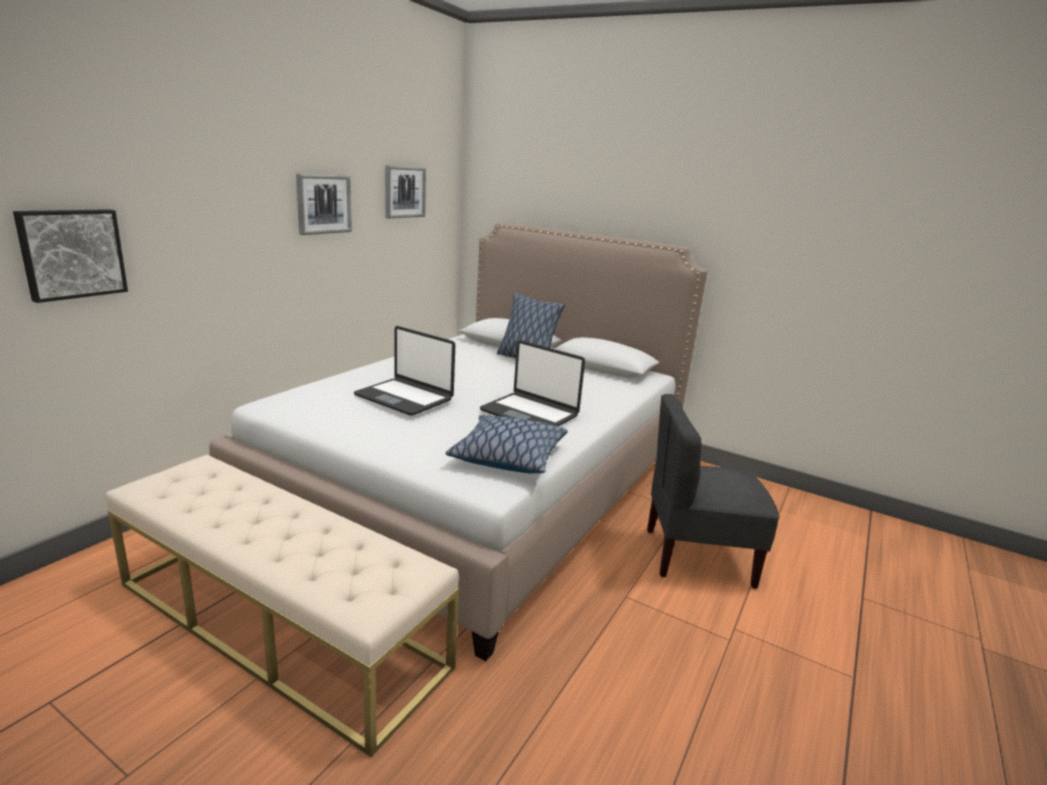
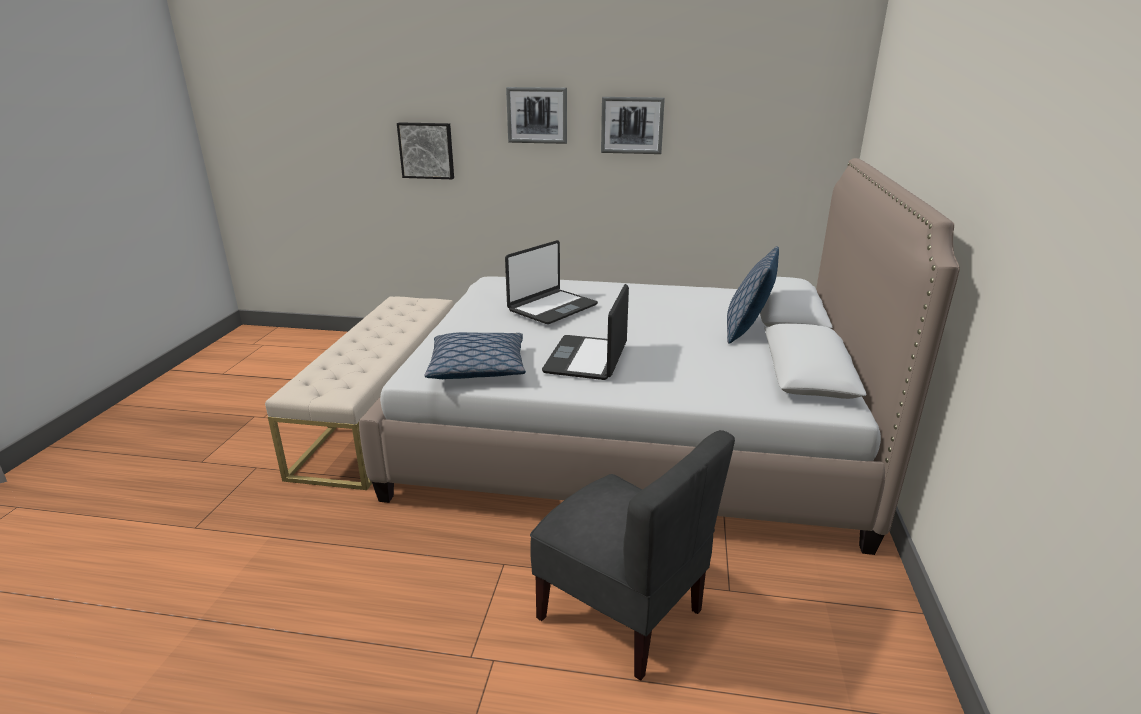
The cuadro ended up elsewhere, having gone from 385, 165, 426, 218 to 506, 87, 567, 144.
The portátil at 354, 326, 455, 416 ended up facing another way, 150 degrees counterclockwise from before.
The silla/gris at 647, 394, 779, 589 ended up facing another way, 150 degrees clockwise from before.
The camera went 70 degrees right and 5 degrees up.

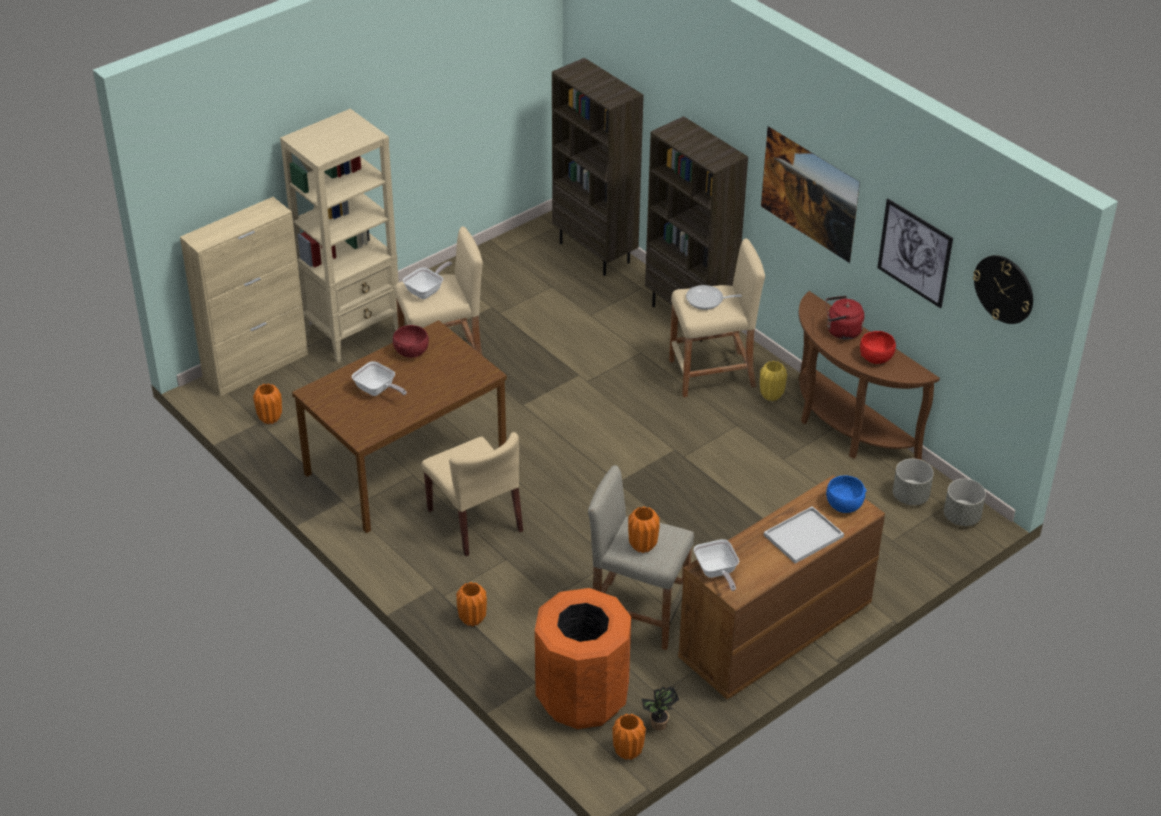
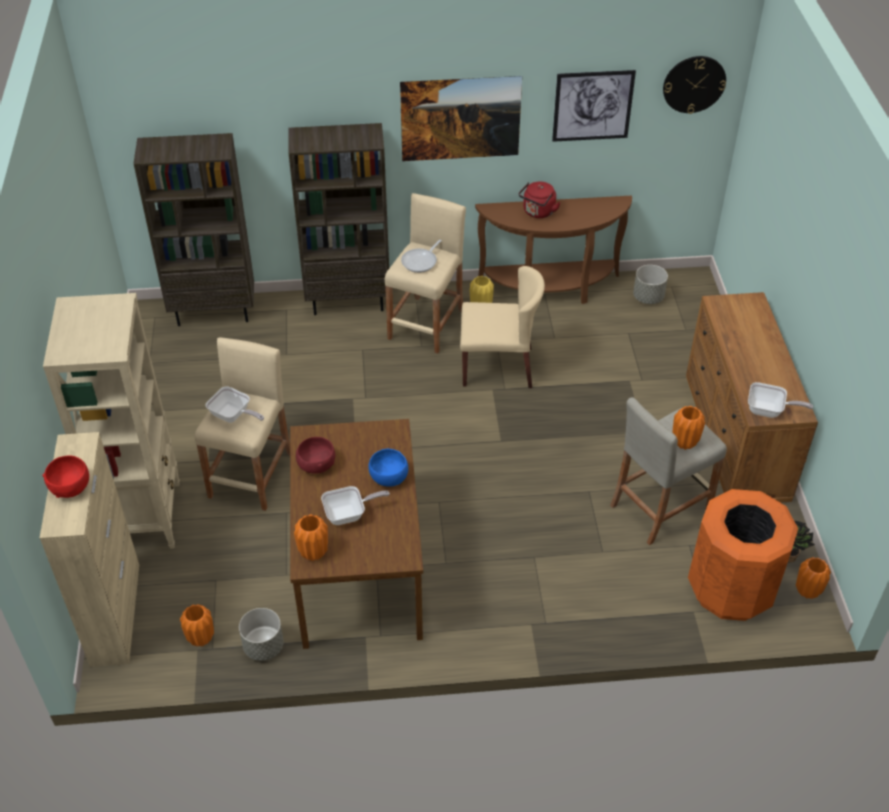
The second view lost the bandeja/blanco at 764, 506, 844, 564.
The silla/beis ended up elsewhere, having gone from 422, 432, 523, 556 to 460, 266, 545, 388.
The florero/naranja ended up elsewhere, having gone from 456, 582, 487, 626 to 294, 514, 328, 561.
The cuenco/azul ended up elsewhere, having gone from 826, 475, 867, 513 to 368, 449, 408, 487.
The cuenco/rojo ended up elsewhere, having gone from 860, 331, 896, 364 to 43, 455, 89, 498.
The maceta/gris ended up elsewhere, having gone from 944, 479, 986, 526 to 239, 608, 284, 661.
The sartén at 403, 261, 452, 299 ended up facing another way, 135 degrees clockwise from before.
The camera went 55 degrees left and 5 degrees up.

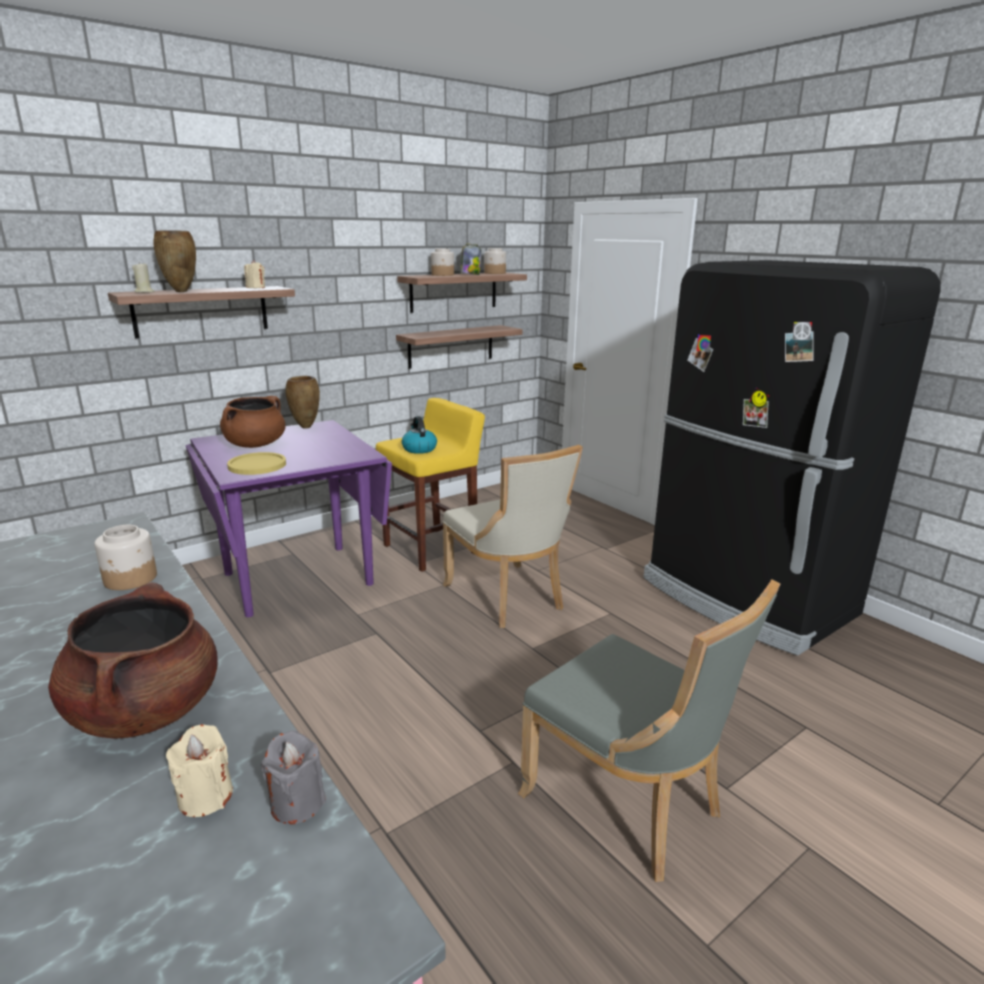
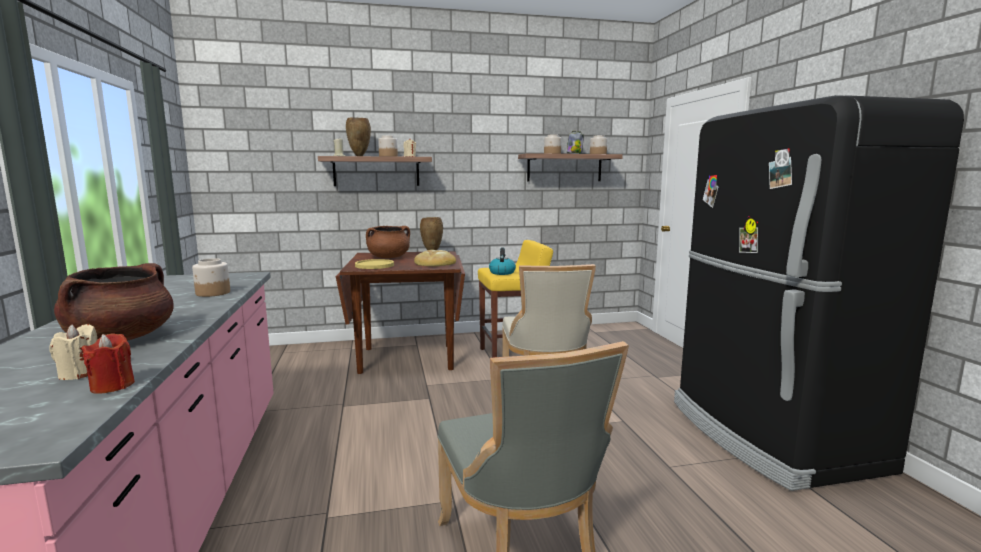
The second view lost the estante at 396, 325, 523, 369.
The second view gained the tarro at 378, 135, 398, 157.
The second view gained the pan at 414, 250, 456, 266.
What was the mesa de comedor/morado at 185, 420, 392, 617 turned into the mesa de comedor/marrón at 336, 251, 465, 374.
What was the vela/gris at 261, 730, 326, 824 turned into the vela/rojo at 82, 333, 135, 394.
The camera went 25 degrees right and 10 degrees down.

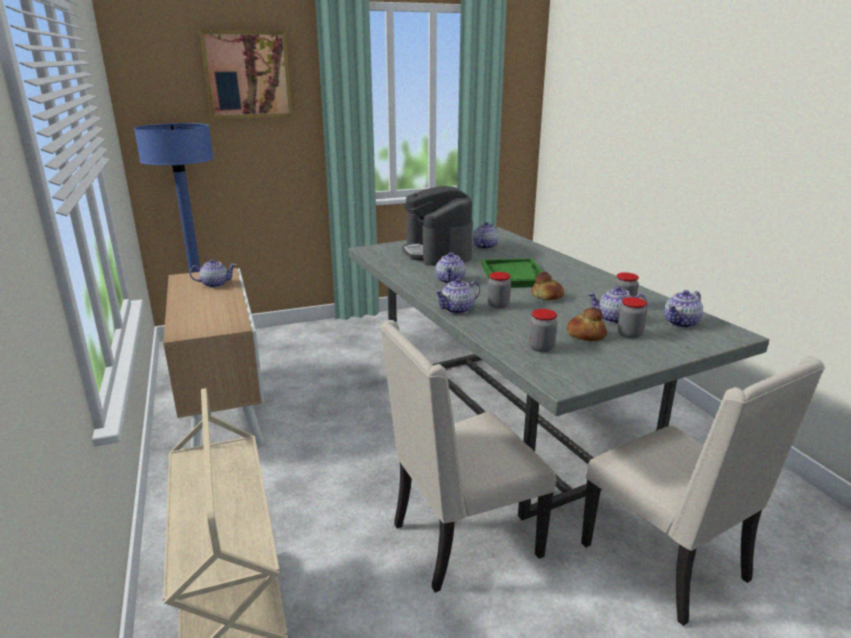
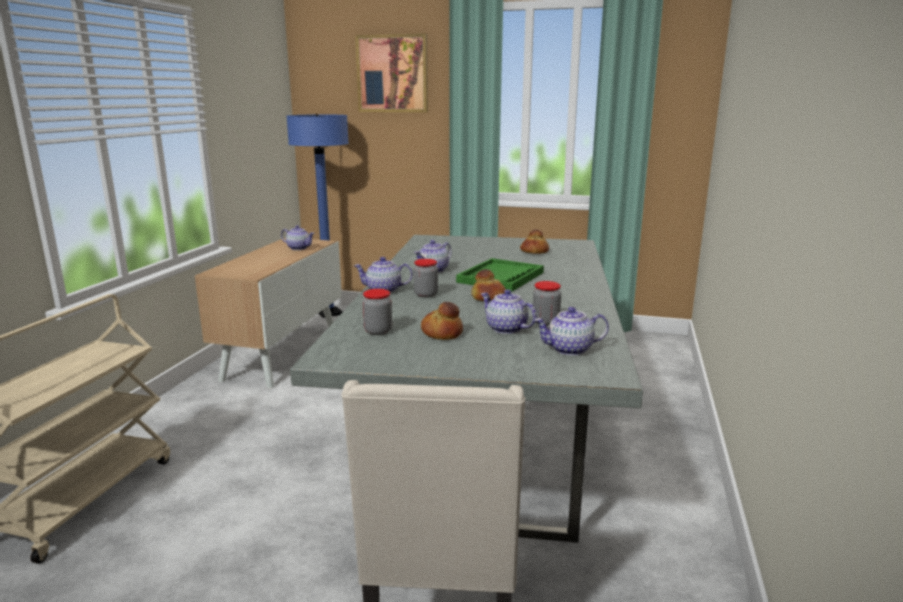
The second view lost the silla/beis at 380, 320, 556, 593.
The second view lost the cafetera at 402, 186, 473, 266.
The second view lost the tarro at 618, 297, 647, 339.
Where the tetera stood at 473, 222, 498, 249, the pan came to stand at 520, 229, 549, 254.
The camera went 35 degrees right and 5 degrees down.

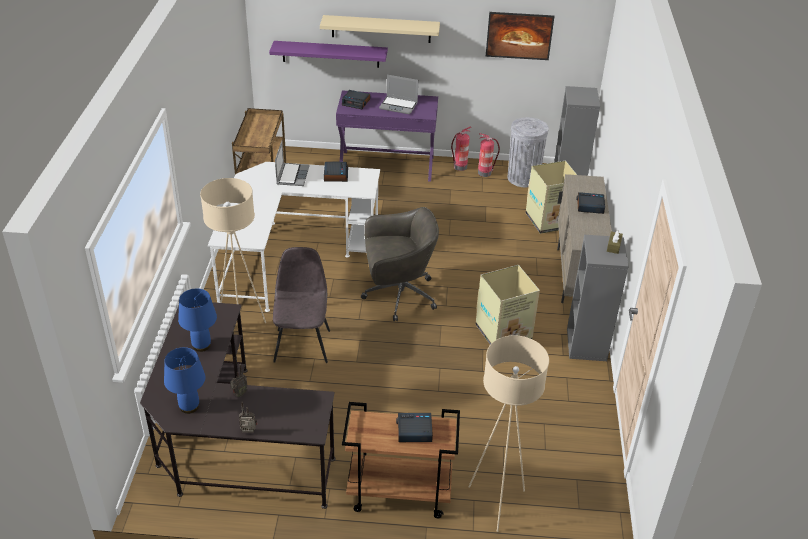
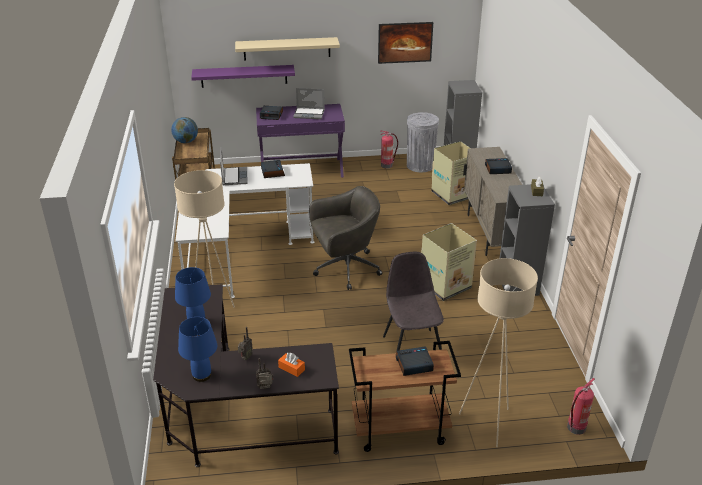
The second view gained the globo terráqueo at 171, 117, 198, 143.
The second view gained the caja de pañuelos/naranja at 278, 353, 305, 377.
The silla/gris ended up elsewhere, having gone from 273, 247, 330, 363 to 383, 252, 444, 351.
The extintor ended up elsewhere, having gone from 451, 127, 471, 171 to 567, 378, 595, 435.
The camera went 10 degrees left and 5 degrees down.

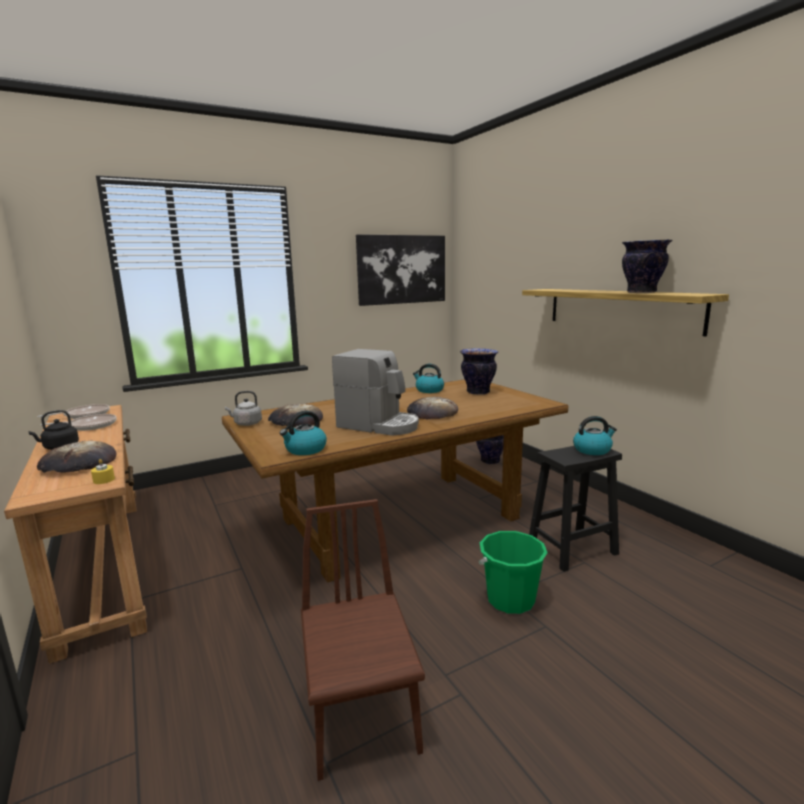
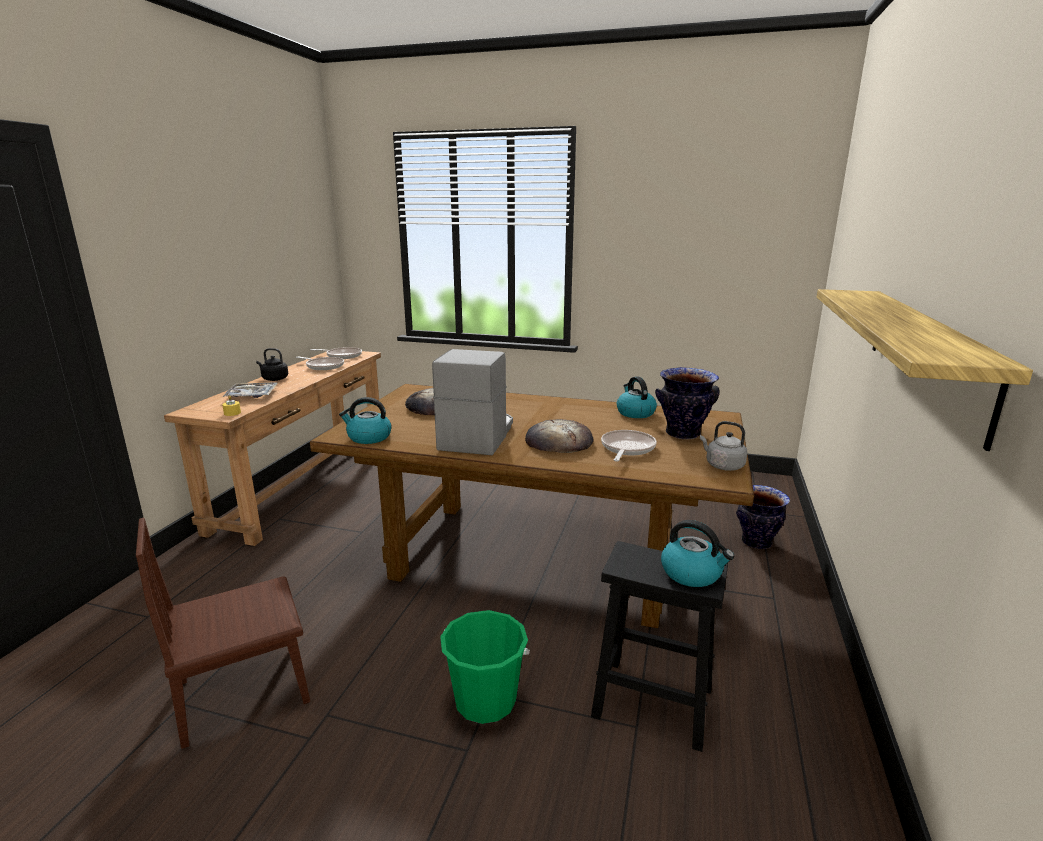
The second view lost the cuadro at 356, 234, 445, 306.
The second view lost the florero at 622, 240, 673, 293.
The second view gained the sartén at 601, 430, 657, 461.
The hervidor/gris ended up elsewhere, having gone from 225, 391, 262, 426 to 700, 421, 747, 471.
Where the pan stood at 37, 440, 116, 473, the bandeja came to stand at 223, 382, 278, 398.
The silla/marrón at 301, 499, 425, 781 ended up facing another way, 150 degrees counterclockwise from before.
The cafetera at 332, 349, 419, 436 ended up facing another way, 150 degrees counterclockwise from before.
The camera went 45 degrees right and 5 degrees up.

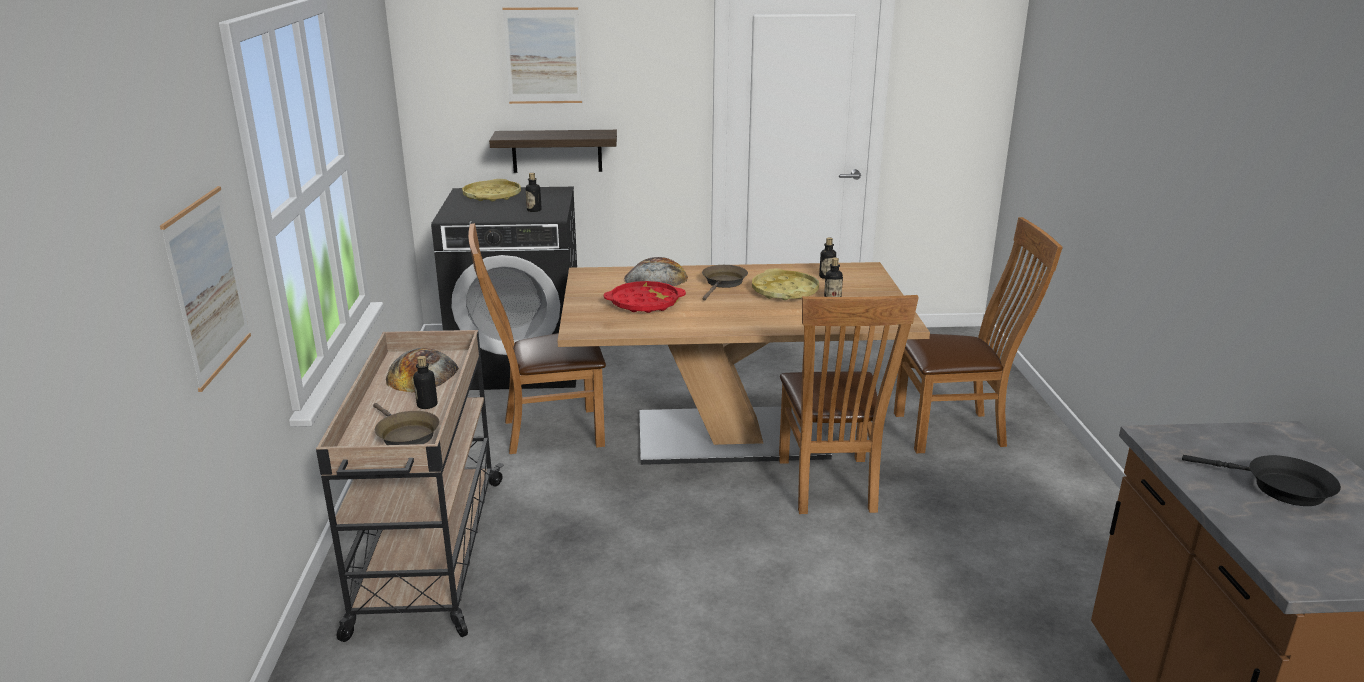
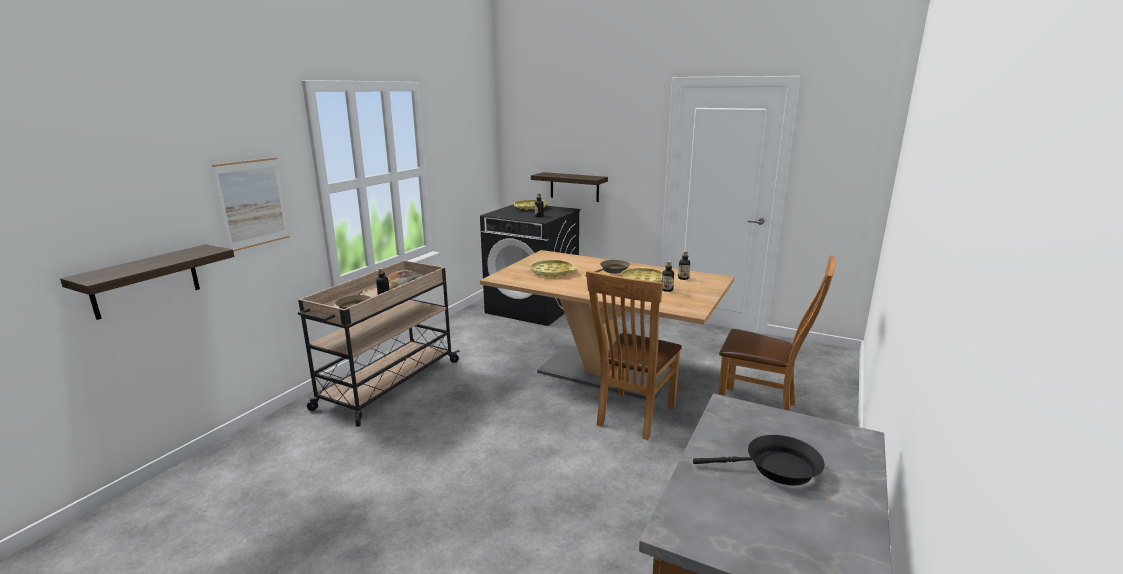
The second view lost the silla/marrón at 468, 223, 606, 454.
The second view lost the cuadro at 502, 7, 582, 104.
The second view lost the pan at 624, 257, 688, 286.
The second view gained the estante at 60, 244, 234, 320.
What was the bandeja/rojo at 604, 281, 686, 313 turned into the bandeja/amarillo at 528, 260, 577, 277.
The sartén/negro at 1182, 455, 1341, 506 ended up facing another way, 60 degrees counterclockwise from before.
The camera went 30 degrees right and 5 degrees down.

